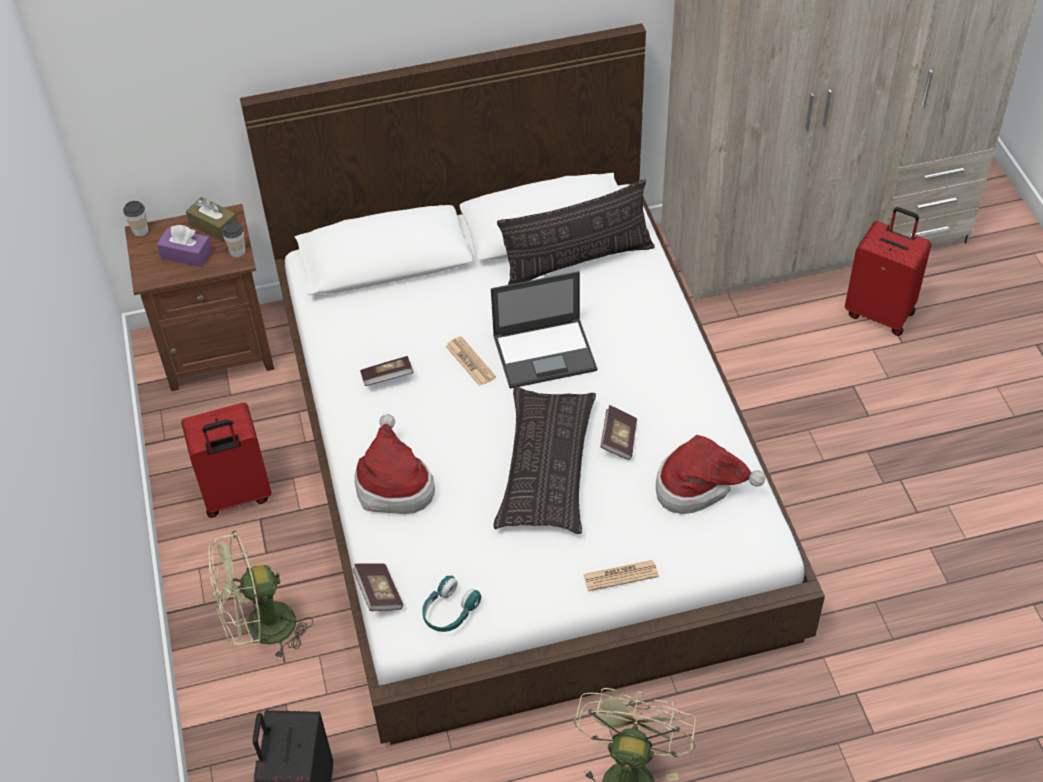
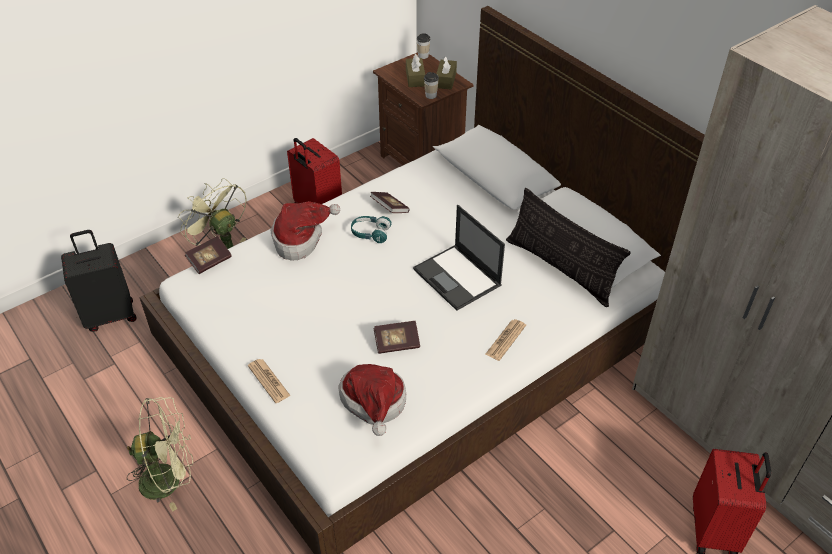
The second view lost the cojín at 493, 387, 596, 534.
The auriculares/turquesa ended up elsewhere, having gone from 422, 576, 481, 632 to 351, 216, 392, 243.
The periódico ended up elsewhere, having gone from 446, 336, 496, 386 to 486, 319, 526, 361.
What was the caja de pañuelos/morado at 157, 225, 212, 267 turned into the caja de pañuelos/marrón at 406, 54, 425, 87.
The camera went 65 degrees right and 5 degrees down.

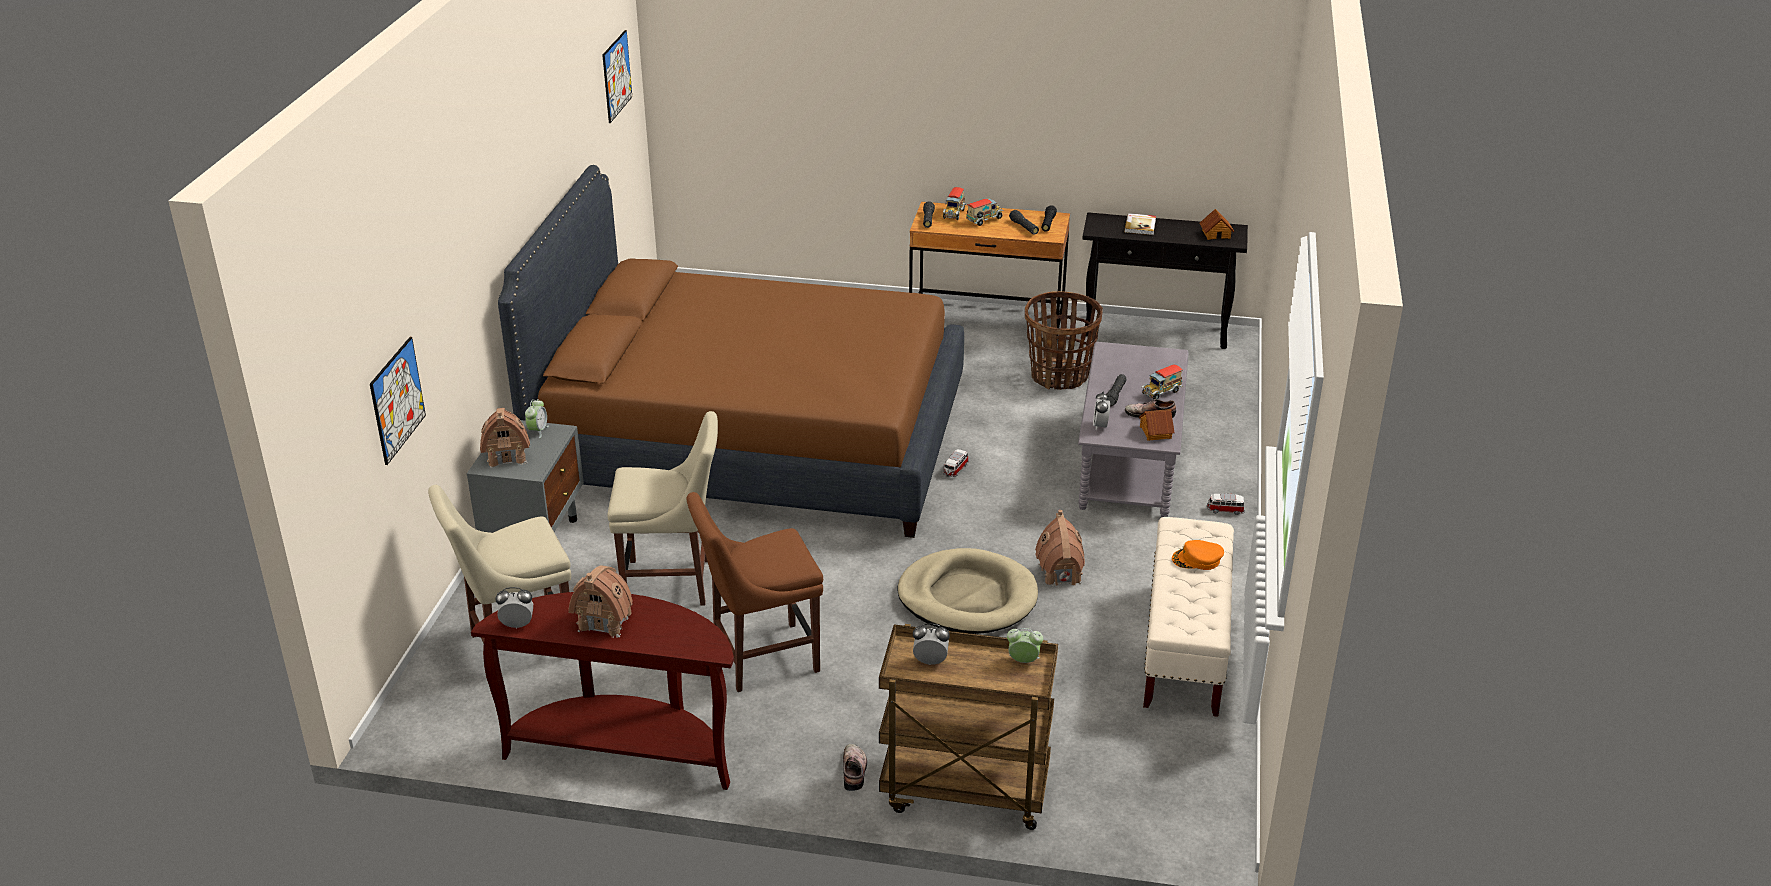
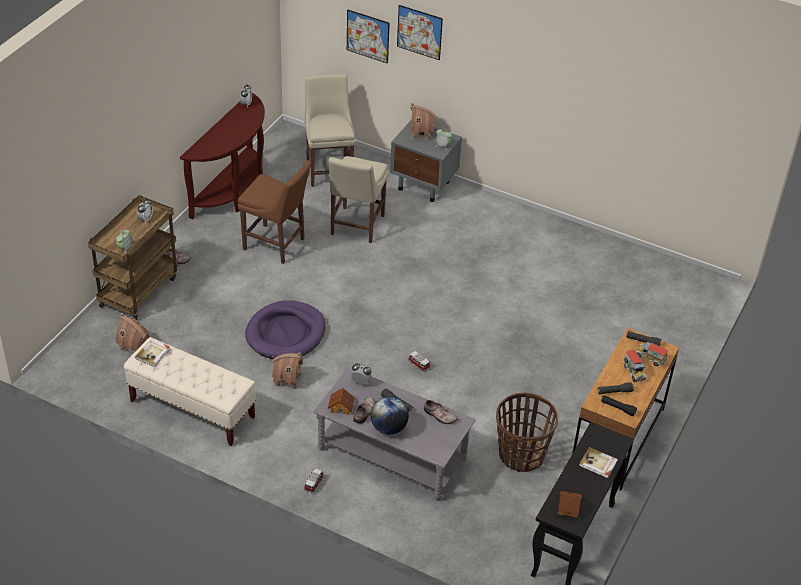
The second view lost the cama/marrón at 498, 165, 964, 538.
The second view lost the gorra/naranja at 1172, 540, 1224, 570.
The second view gained the libro at 135, 339, 170, 367.
The second view gained the zapato at 424, 400, 458, 424.
The casita ended up elsewhere, having gone from 568, 565, 633, 638 to 116, 313, 150, 355.
The cuadro ended up elsewhere, having gone from 602, 30, 632, 123 to 397, 5, 443, 60.
Where the camión de juguete stood at 1142, 364, 1183, 400, the globo terráqueo came to stand at 371, 397, 409, 435.
What was the cama para perro/beis at 897, 548, 1038, 634 turned into the cama para perro/morado at 245, 300, 326, 359.
The silla/marrón at 687, 492, 823, 692 ended up facing another way, 120 degrees clockwise from before.
The camera went 105 degrees right and 10 degrees up.

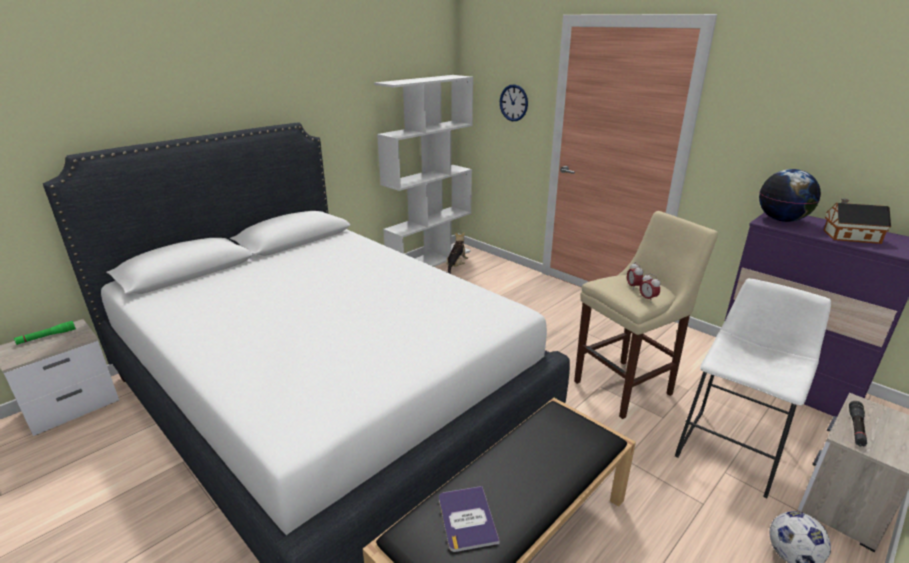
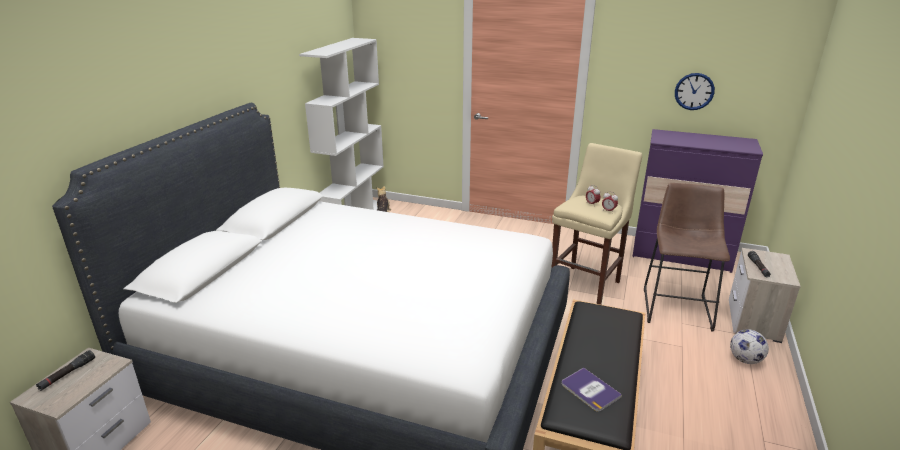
The second view lost the globo terráqueo at 759, 169, 821, 222.
The second view lost the casita at 823, 198, 891, 244.
The reloj de pared ended up elsewhere, having gone from 500, 84, 528, 121 to 675, 73, 715, 110.
What was the linterna/verde at 14, 321, 76, 345 turned into the linterna/negro at 36, 350, 95, 391.
What was the taburete/blanco at 675, 278, 831, 498 turned into the taburete/marrón at 644, 183, 730, 332.
The camera went 25 degrees left and 0 degrees up.

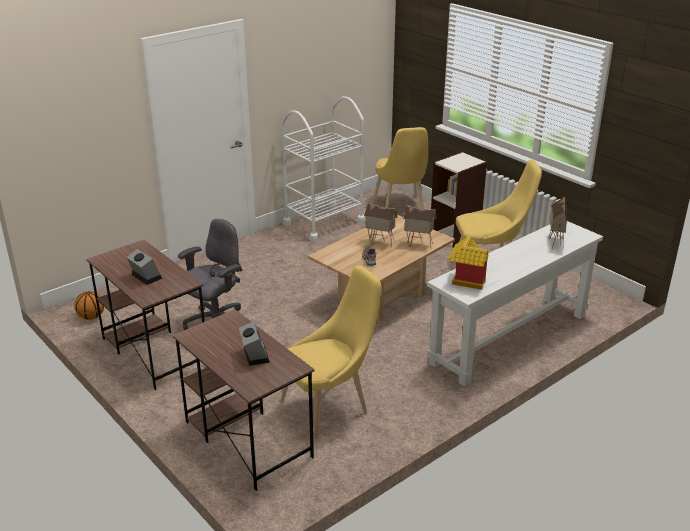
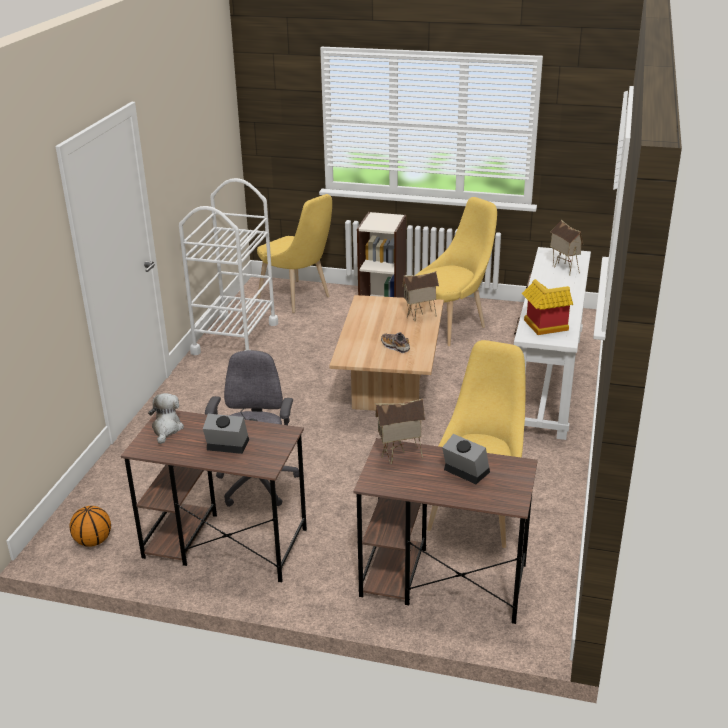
The second view gained the peluche at 148, 393, 184, 444.
The casita ended up elsewhere, having gone from 364, 202, 397, 247 to 375, 398, 425, 465.
The camera went 35 degrees left and 0 degrees up.

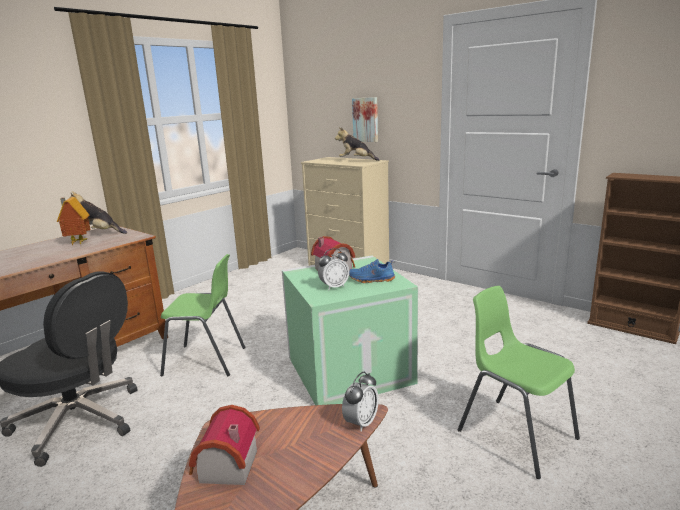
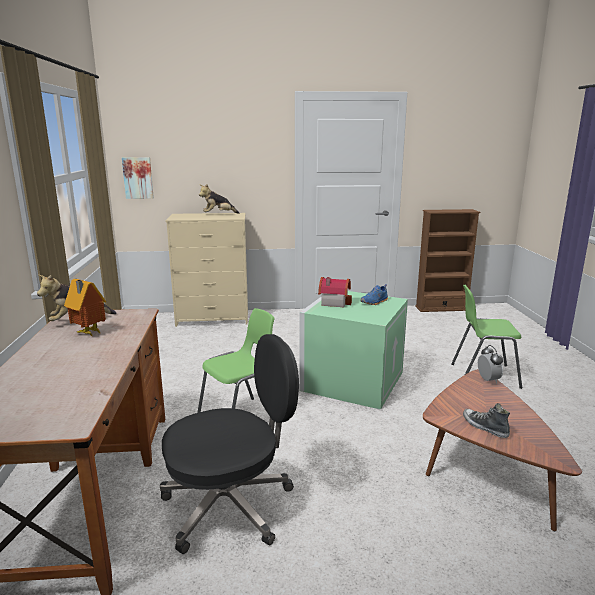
The second view lost the despertador at 318, 248, 349, 290.
The cuadro ended up elsewhere, having gone from 352, 97, 378, 142 to 122, 157, 154, 199.
Where the casita stood at 189, 405, 260, 485, the zapato came to stand at 463, 403, 510, 438.
The camera went 45 degrees left and 0 degrees up.

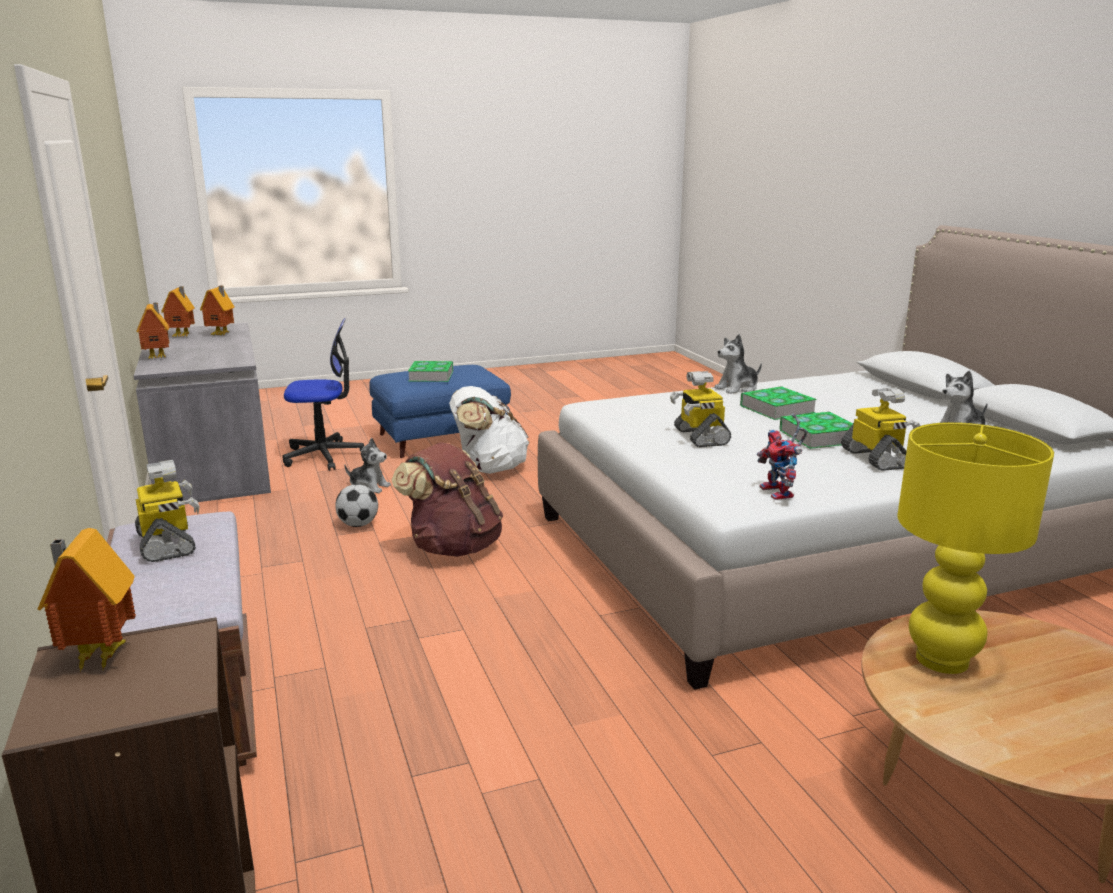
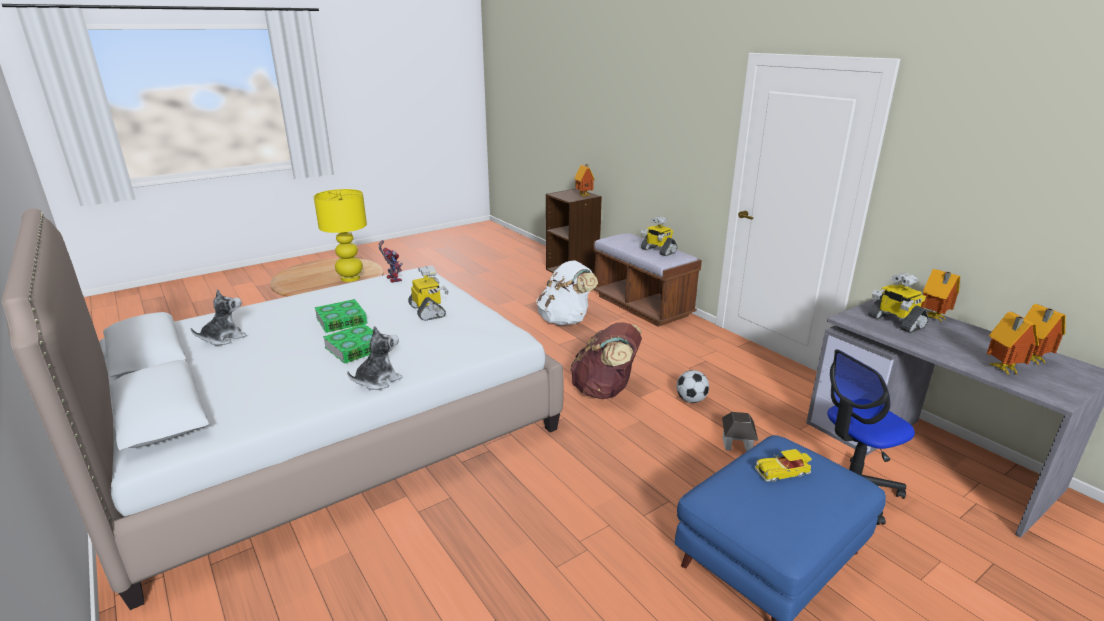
The mochila/blanco ended up elsewhere, having gone from 449, 386, 530, 474 to 536, 260, 598, 325.
The robot de juguete ended up elsewhere, having gone from 841, 387, 921, 471 to 868, 273, 929, 333.
Where the peluche stood at 344, 438, 391, 493, the casita came to stand at 722, 412, 758, 452.
Where the libro stood at 408, 361, 453, 382, the coche de juguete came to stand at 755, 449, 812, 482.
The camera went 165 degrees right and 5 degrees up.

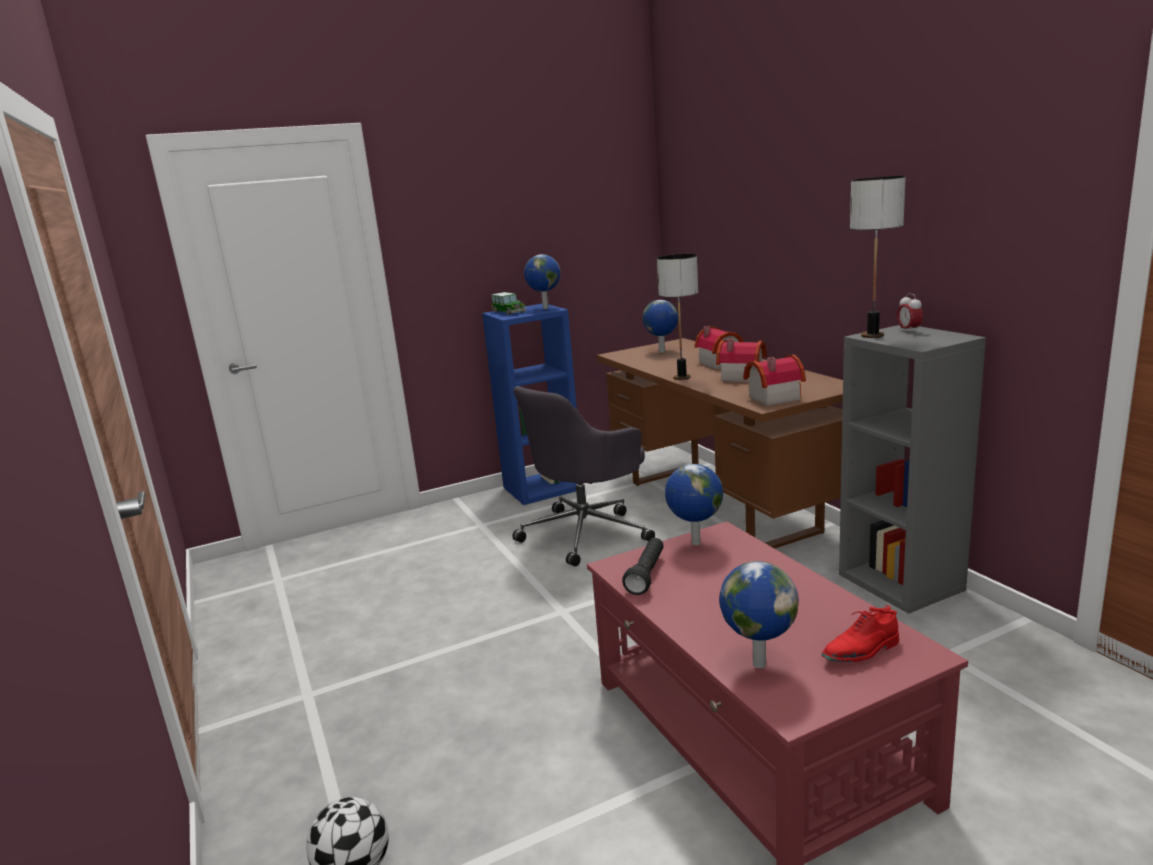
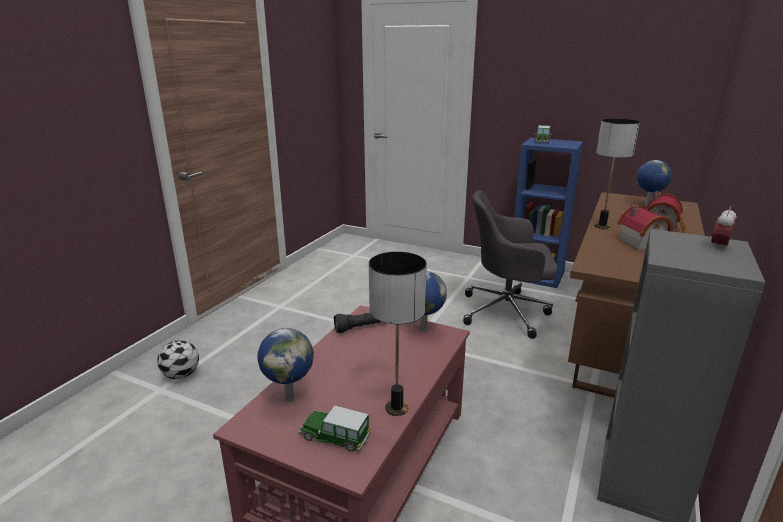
The second view lost the globo terráqueo at 524, 254, 561, 309.
The second view lost the casita at 743, 355, 806, 406.
The lámpara de mesa ended up elsewhere, having gone from 850, 176, 906, 338 to 369, 252, 427, 416.
Where the zapato/rojo stood at 822, 605, 899, 662, the coche de juguete came to stand at 298, 405, 371, 452.
The camera went 50 degrees right and 5 degrees up.

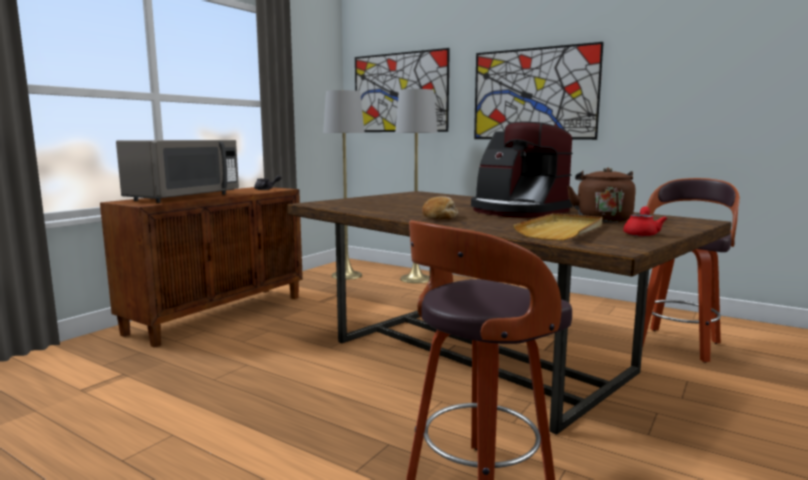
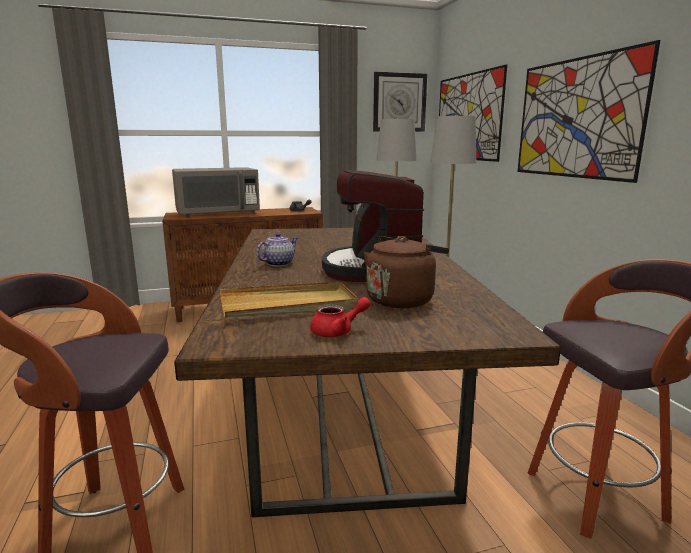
The second view gained the reloj de pared at 373, 72, 427, 132.
Where the pan stood at 422, 196, 458, 220, the tetera came to stand at 256, 233, 298, 266.
The camera went 40 degrees right and 5 degrees up.

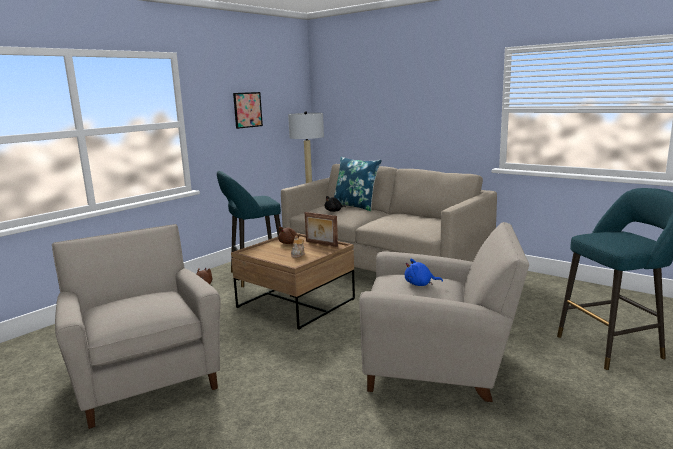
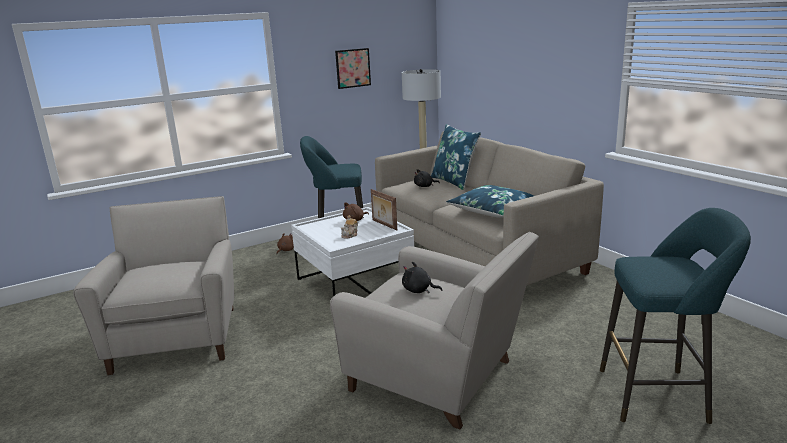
The second view gained the cojín/azul at 446, 185, 534, 218.
What was the mesa de centro/marrón at 231, 233, 355, 330 turned into the mesa de centro/blanco at 291, 207, 414, 297.
What was the peluche/azul at 405, 259, 443, 286 turned into the peluche/negro at 402, 262, 443, 293.
The camera went 20 degrees right and 5 degrees up.

